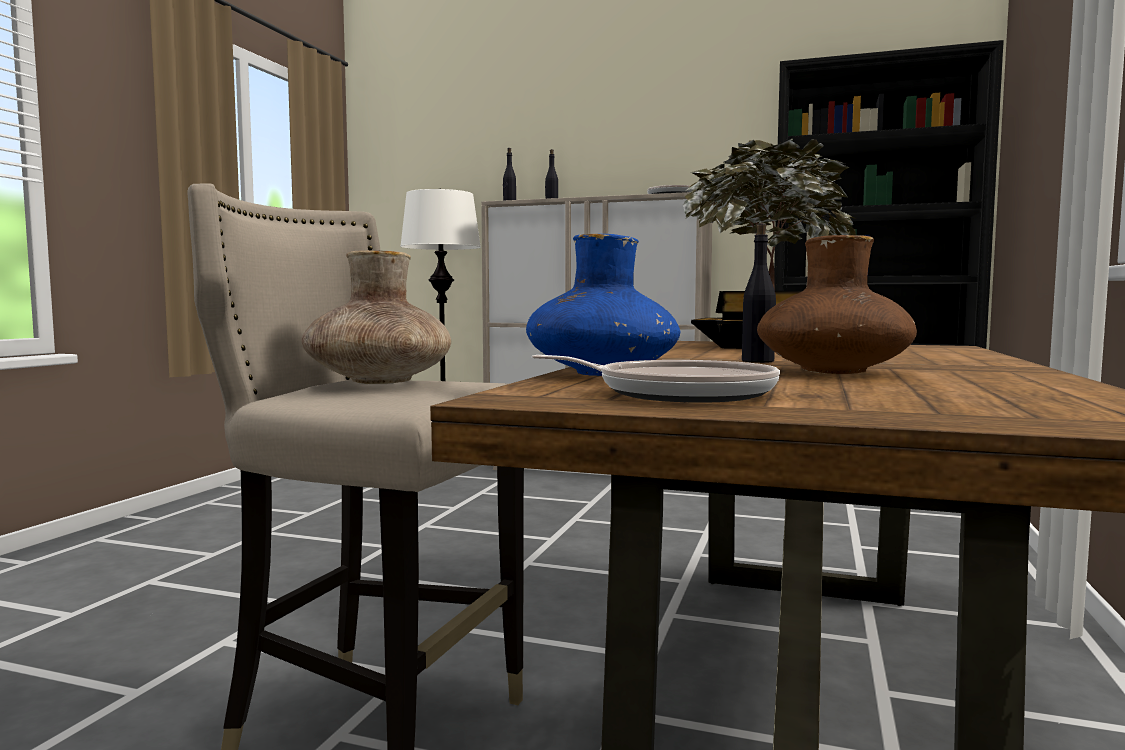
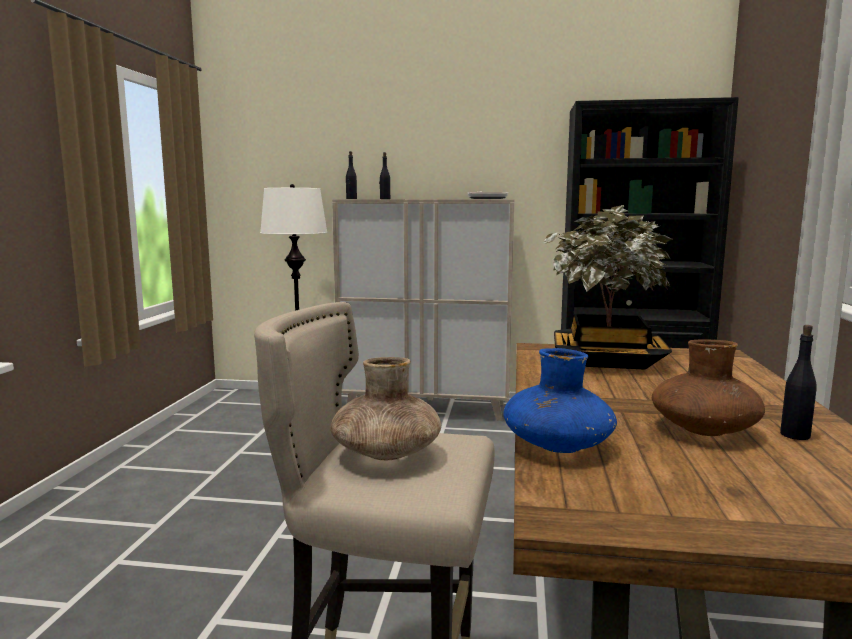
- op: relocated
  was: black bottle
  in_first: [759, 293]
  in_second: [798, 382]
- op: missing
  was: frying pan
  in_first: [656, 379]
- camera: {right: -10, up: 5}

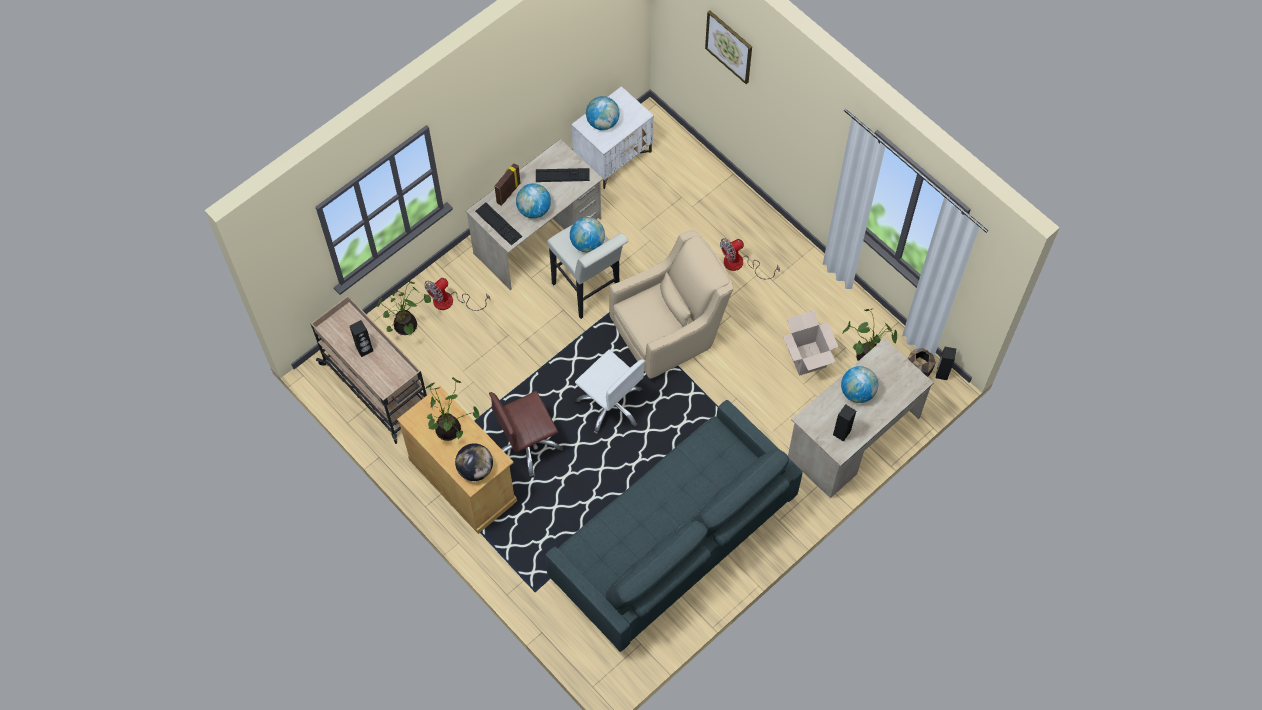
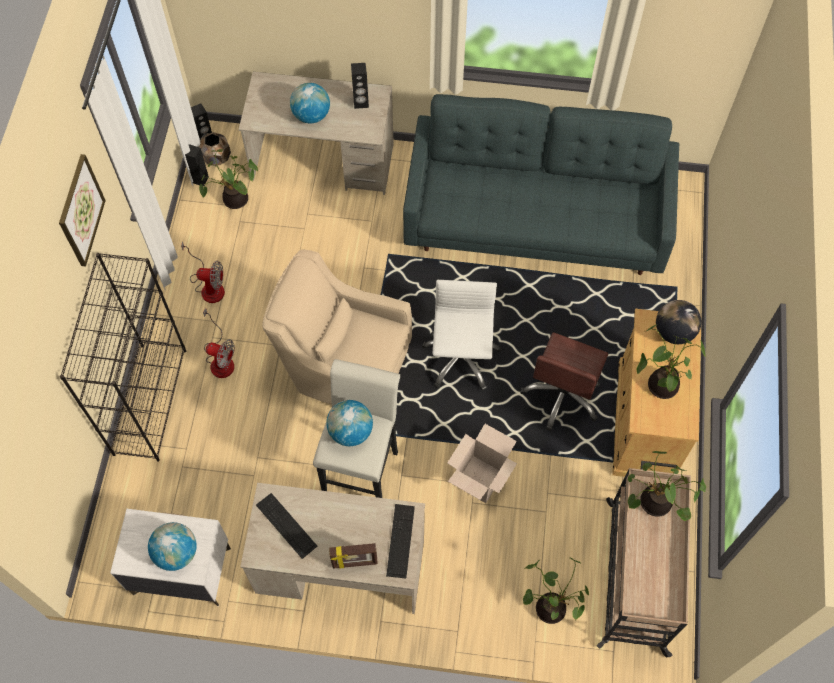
- op: relocated
  was: picture
  in_first: [728, 47]
  in_second: [82, 210]
- op: missing
  was: globe
  in_first: [533, 201]
- op: relocated
  was: fan
  in_first: [457, 294]
  in_second: [203, 272]
- op: relocated
  was: cardboard box
  in_first: [811, 343]
  in_second: [482, 463]
- op: relocated
  was: black speaker
  in_first: [361, 338]
  in_second: [197, 165]
- op: spun
  was: brown office chair
  in_first: [526, 434]
  in_second: [564, 381]
  clockwise: 90
- op: appeared
  now: black bookcase
  in_second: [123, 357]
- op: appeared
  now: potted plant
  in_second: [667, 486]
- camera: {right: -130, up: 0}

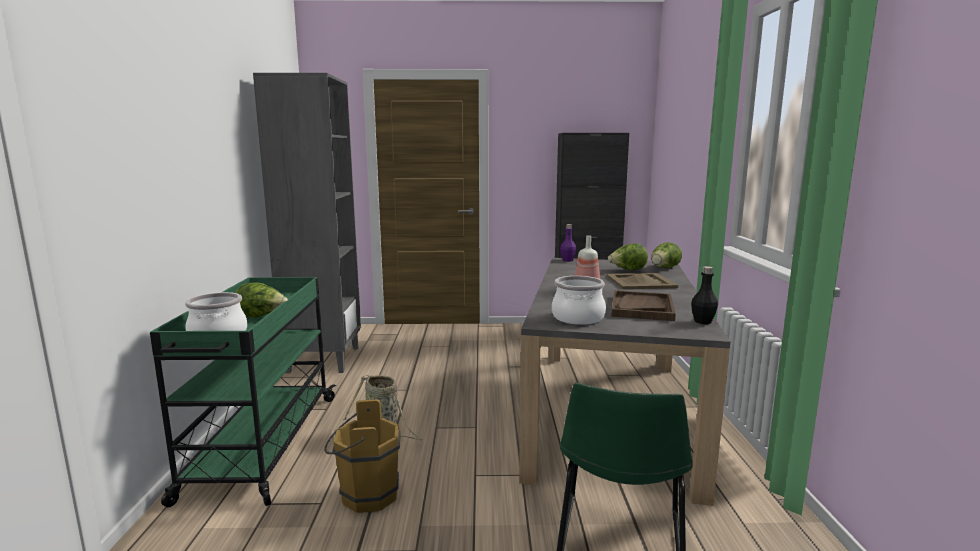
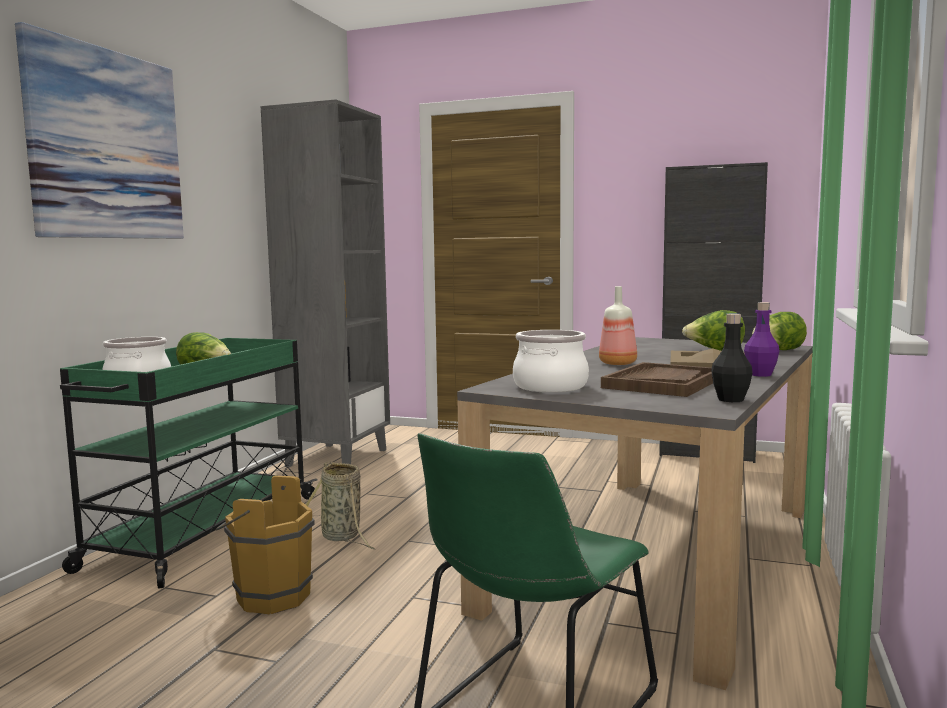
- op: relocated
  was: purple bottle
  in_first: [568, 243]
  in_second: [761, 339]
- op: appeared
  now: picture
  in_second: [99, 130]
- camera: {right: 20, up: -5}

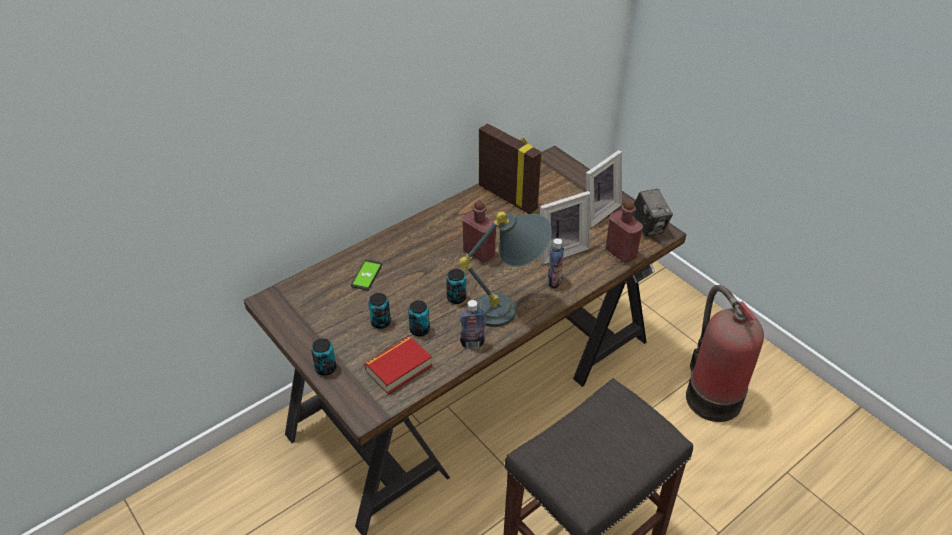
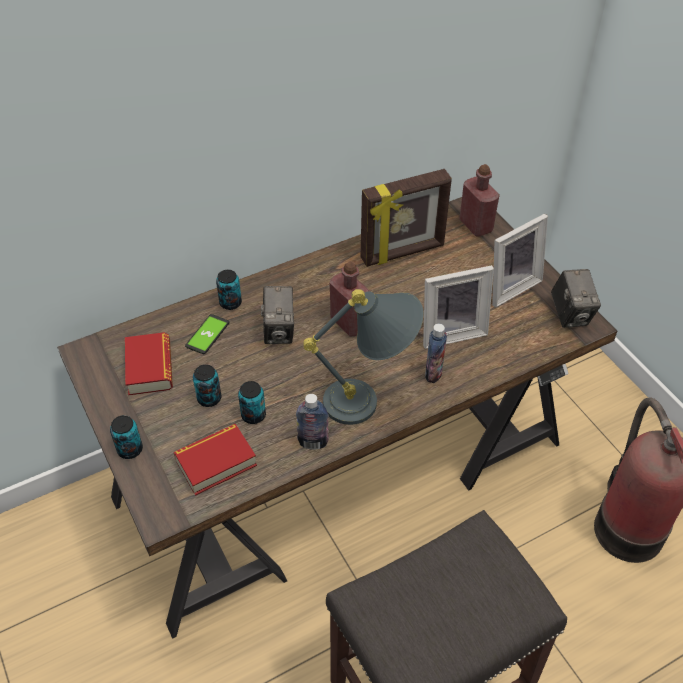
- op: spun
  was: picture frame
  in_first: [511, 168]
  in_second: [406, 218]
  clockwise: 105
- op: relocated
  was: red bottle
  in_first: [624, 231]
  in_second: [479, 200]
- op: relocated
  was: can
  in_first: [456, 286]
  in_second: [229, 290]
- op: appeared
  now: photo camera
  in_second: [277, 315]
- op: appeared
  now: book
  in_second: [149, 363]
- camera: {right: 10, up: 5}

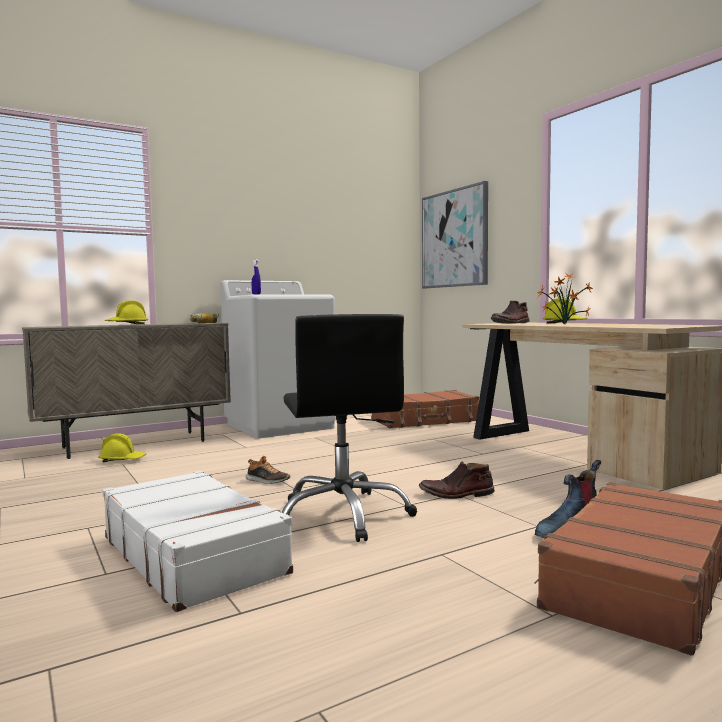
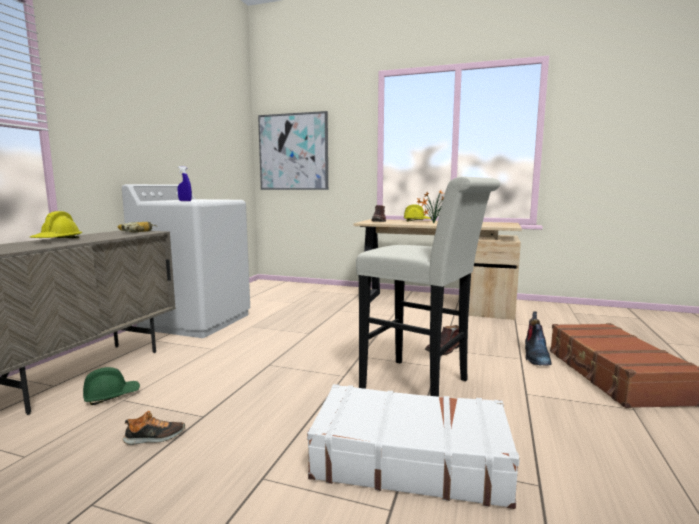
- op: exchanged
  was: black office chair
  now: white stool
  in_first: [349, 428]
  in_second: [428, 286]
- op: missing
  was: brown suitcase
  in_first: [425, 409]
- op: colour
  was: yellow hard hat
  now: green hard hat
  in_first: [122, 447]
  in_second: [111, 386]
- op: relocated
  was: shoe
  in_first: [268, 470]
  in_second: [154, 428]
- camera: {right: -40, up: 5}

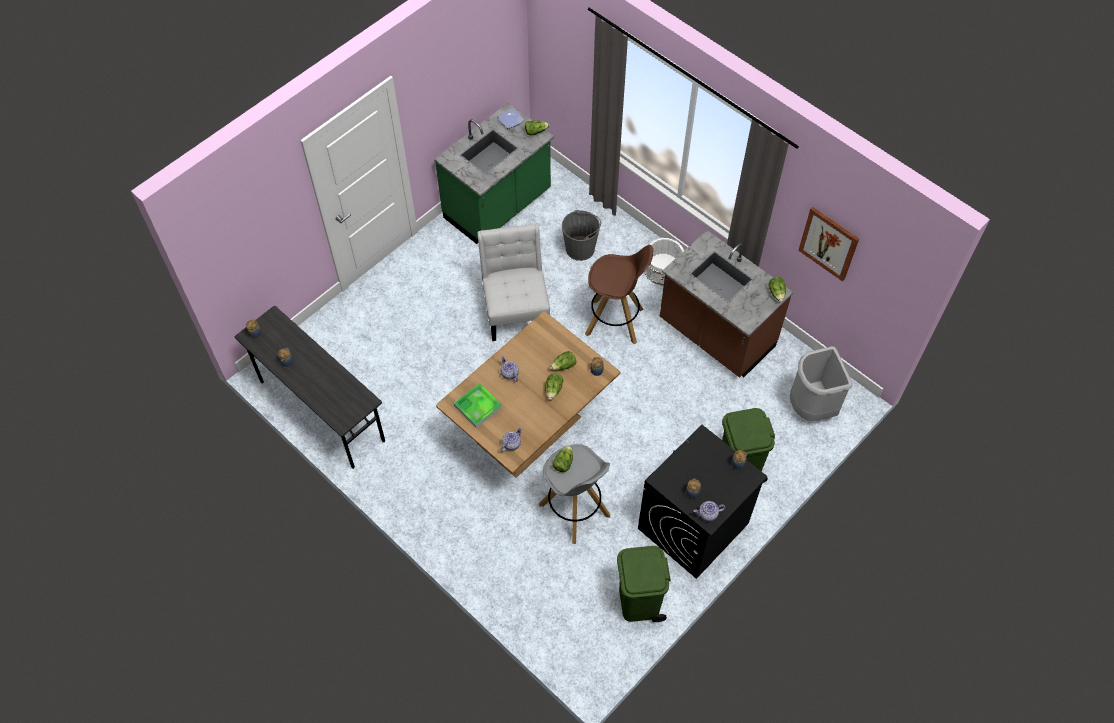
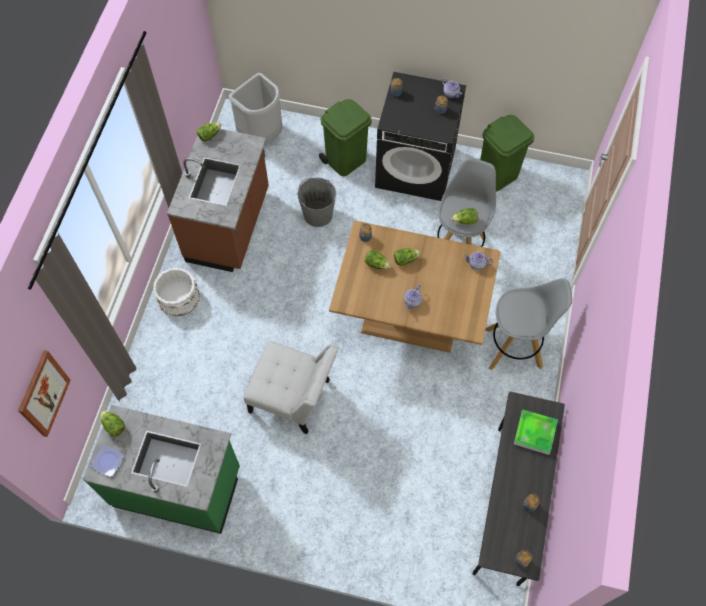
- op: relocated
  was: picture
  in_first: [829, 244]
  in_second: [44, 393]
- op: relocated
  was: grey bucket
  in_first: [581, 235]
  in_second: [317, 202]
- op: spun
  was: white chair
  in_first: [513, 282]
  in_second: [291, 387]
  clockwise: -120
- op: missing
  was: brown stool
  in_first: [619, 294]
- op: relocated
  was: tray
  in_first: [478, 405]
  in_second: [536, 432]
- op: appeared
  now: grey stool
  in_second: [528, 324]
- camera: {right: -120, up: 5}

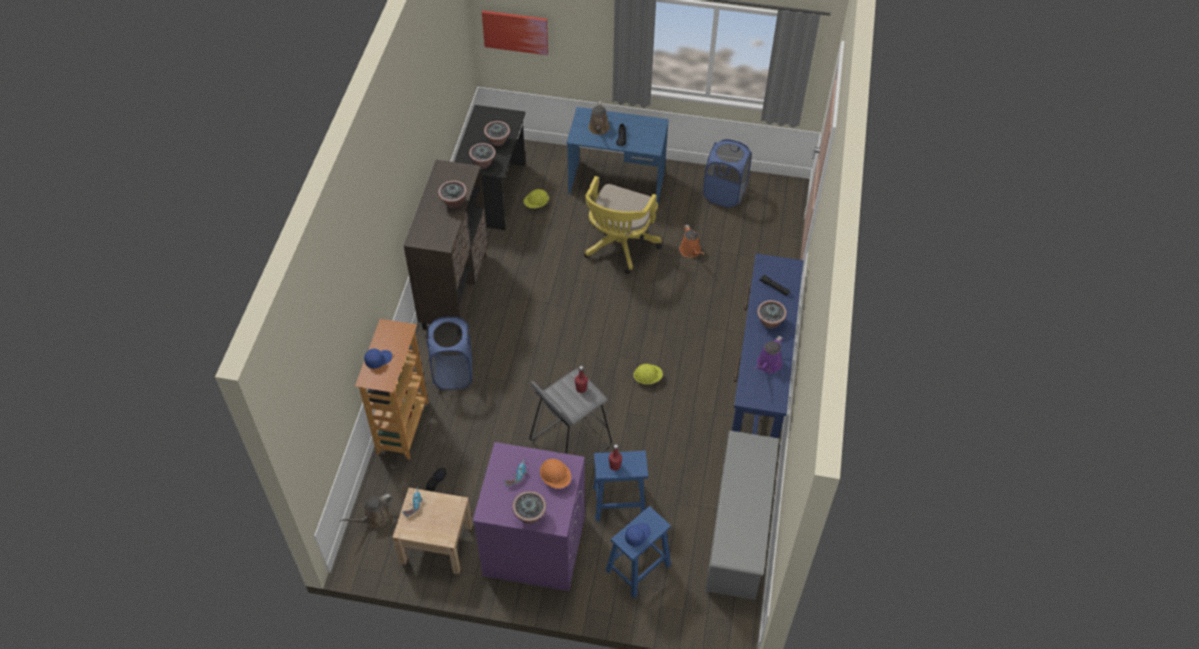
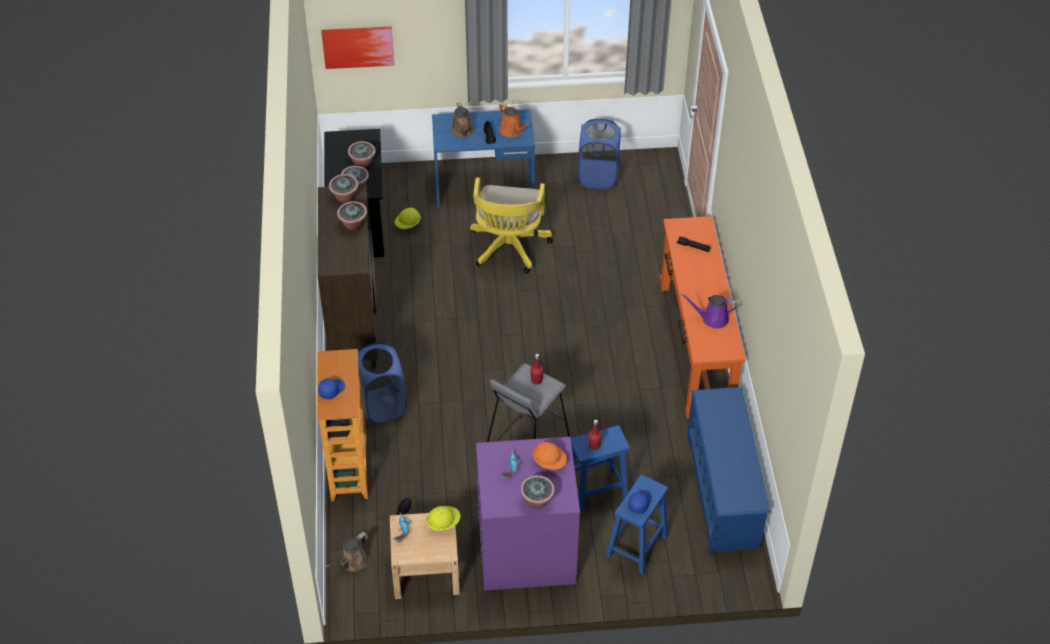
- op: relocated
  was: orange watering can
  in_first: [691, 241]
  in_second: [514, 120]
- op: colour
  was: blue console table
  now: orange console table
  in_first: [767, 346]
  in_second: [703, 317]
- op: relocated
  was: potted plant
  in_first: [772, 314]
  in_second: [344, 188]
- op: spun
  was: purple watering can
  in_first: [768, 354]
  in_second: [709, 311]
  clockwise: 75
- op: relocated
  was: yellow hard hat
  in_first: [648, 374]
  in_second: [443, 518]
- op: colour
  was: grey shoe rack
  now: blue shoe rack
  in_first: [742, 515]
  in_second: [729, 470]
- camera: {right: -15, up: -5}

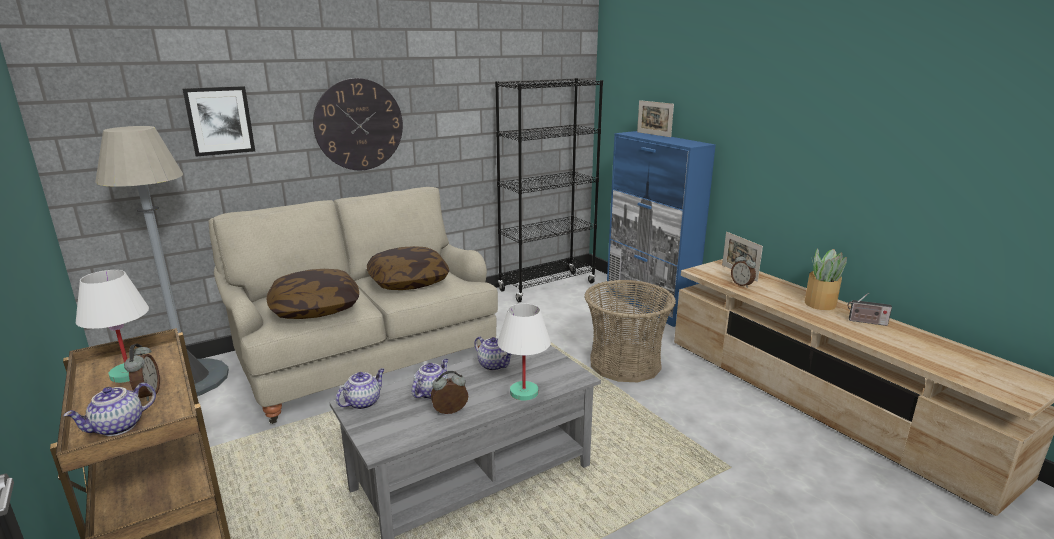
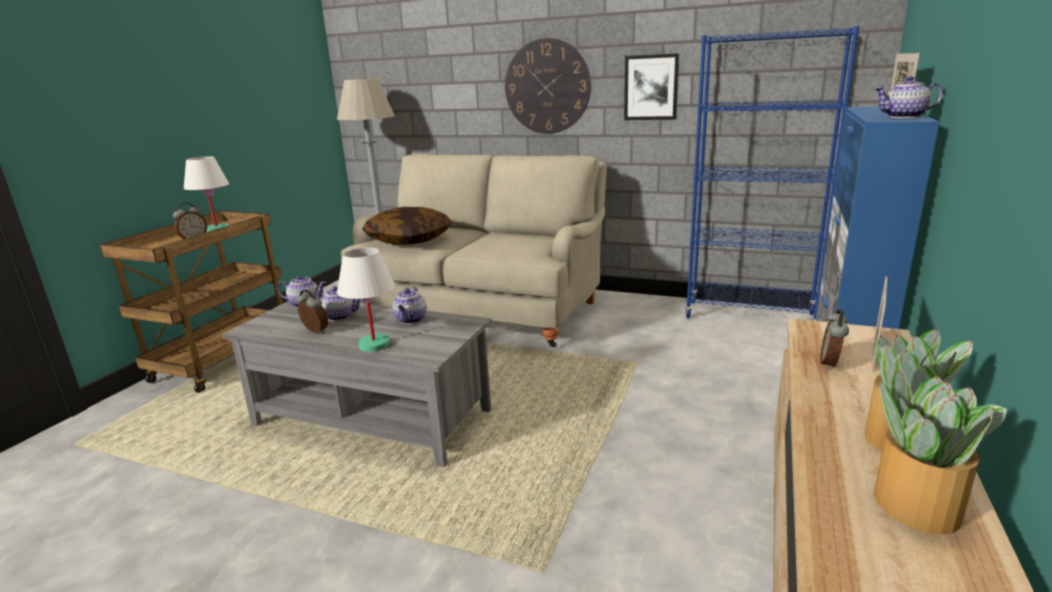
- op: colour
  was: black bookcase
  now: blue bookcase
  in_first: [549, 190]
  in_second: [772, 173]
- op: relocated
  was: picture
  in_first: [218, 121]
  in_second: [652, 86]
- op: missing
  was: pillow
  in_first: [408, 268]
- op: missing
  was: basket
  in_first: [630, 331]
- op: exchanged
  was: radio
  now: potted plant
  in_first: [869, 309]
  in_second: [940, 452]
- op: relocated
  was: teapot
  in_first: [109, 409]
  in_second: [909, 97]
- camera: {right: 55, up: 0}

